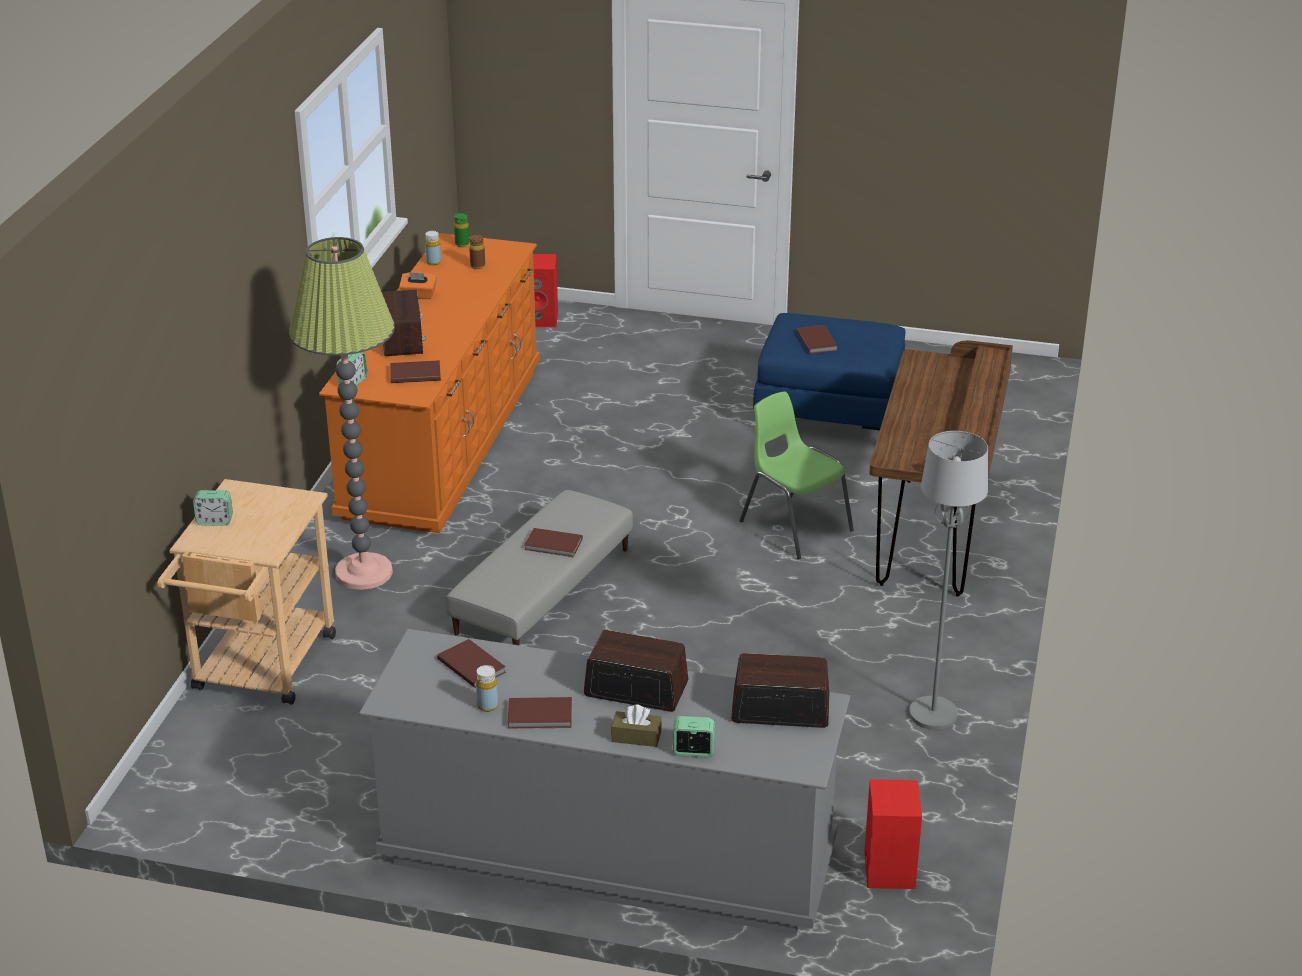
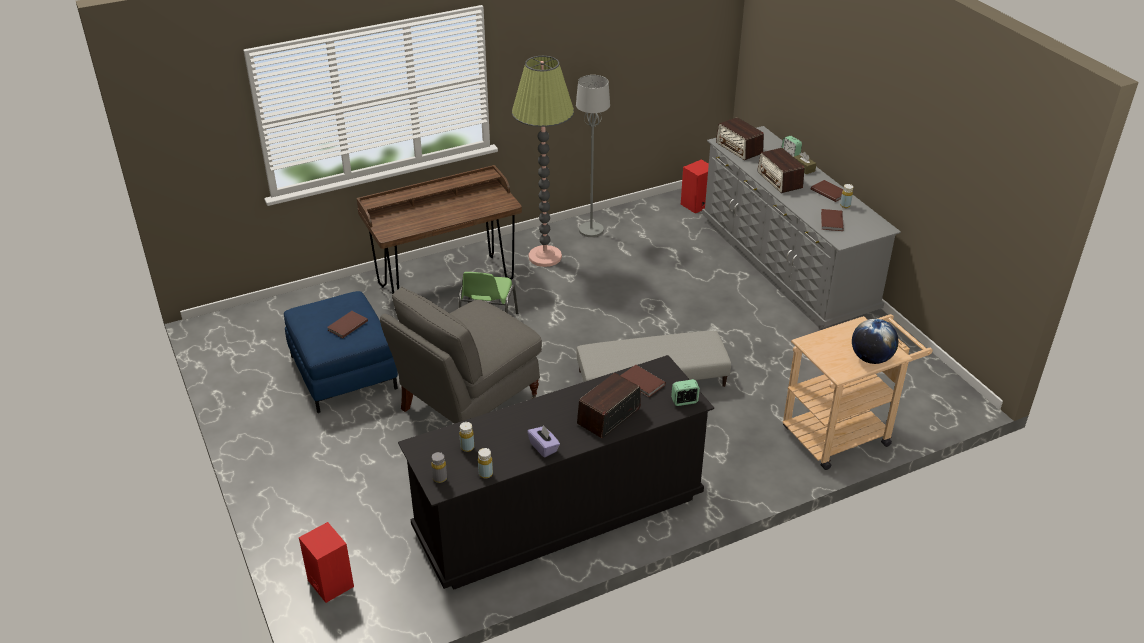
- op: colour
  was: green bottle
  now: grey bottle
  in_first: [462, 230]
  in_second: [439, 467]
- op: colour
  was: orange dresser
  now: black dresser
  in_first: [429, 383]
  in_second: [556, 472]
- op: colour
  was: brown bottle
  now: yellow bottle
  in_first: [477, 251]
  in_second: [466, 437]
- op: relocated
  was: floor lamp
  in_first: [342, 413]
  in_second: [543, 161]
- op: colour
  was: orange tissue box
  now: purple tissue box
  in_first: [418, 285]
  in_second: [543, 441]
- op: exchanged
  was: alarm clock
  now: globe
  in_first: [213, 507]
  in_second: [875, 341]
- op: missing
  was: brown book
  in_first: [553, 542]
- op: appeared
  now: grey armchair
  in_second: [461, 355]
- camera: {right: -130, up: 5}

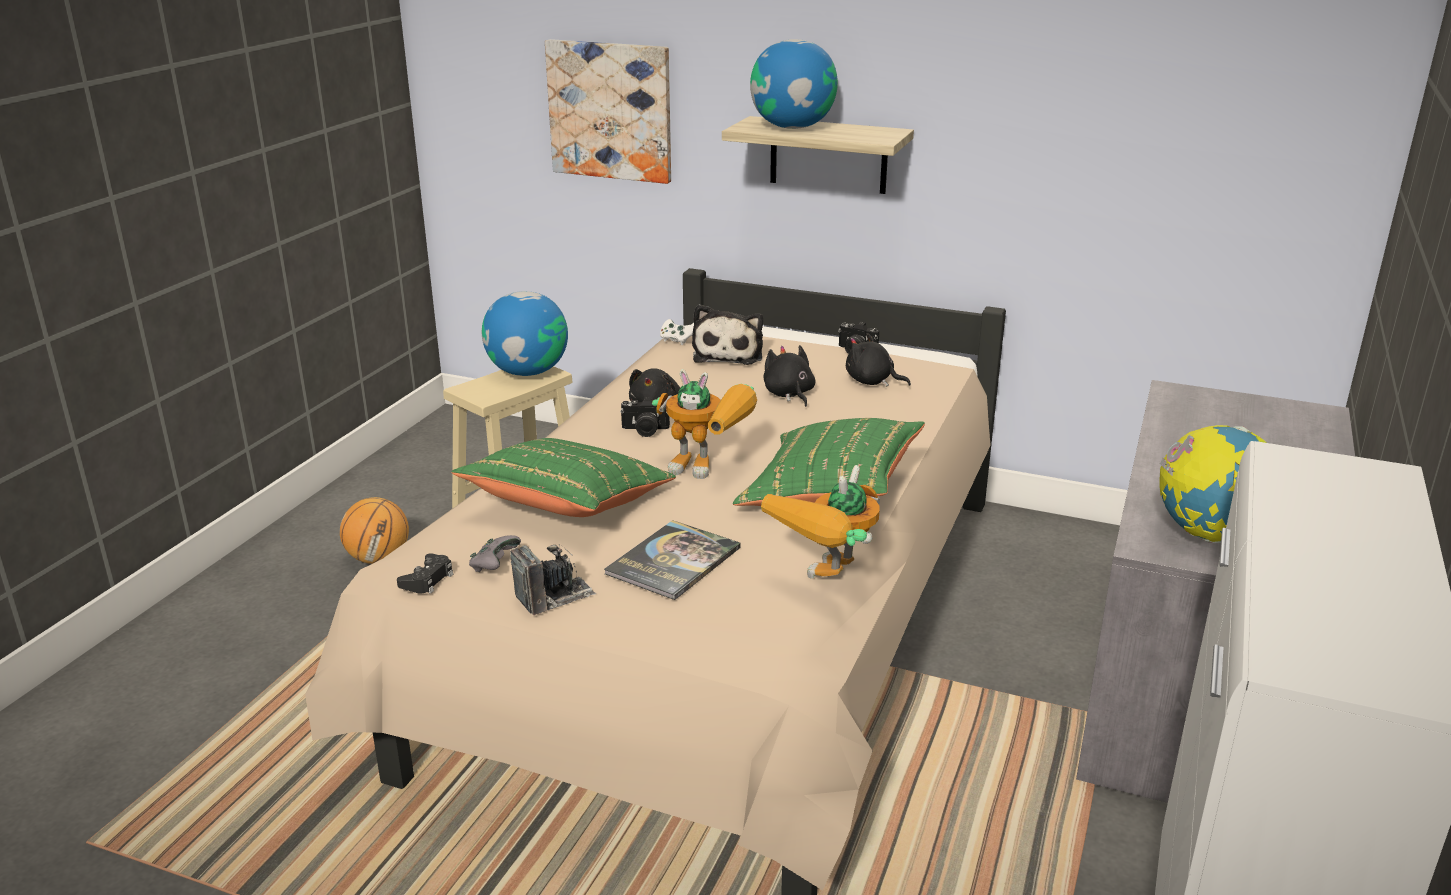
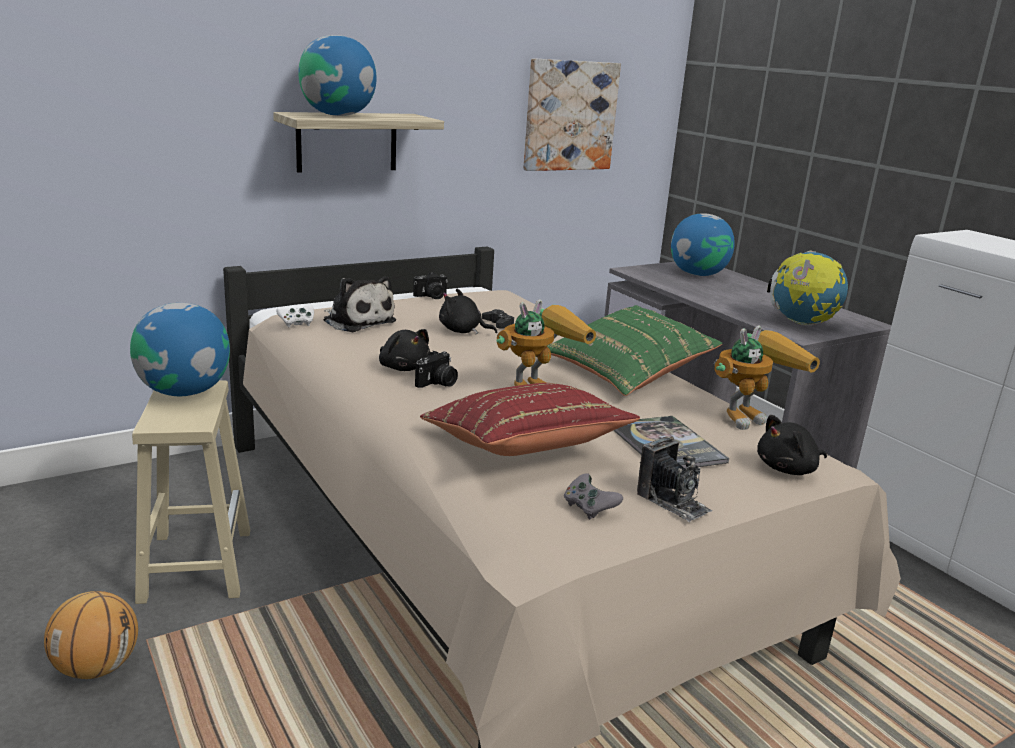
- op: relocated
  was: picture
  in_first: [608, 111]
  in_second: [572, 114]
- op: relocated
  was: black plush toy
  in_first: [878, 360]
  in_second: [792, 445]
- op: colour
  was: green pillow
  now: red pillow
  in_first: [563, 477]
  in_second: [530, 419]
- op: spun
  was: toy robot
  in_first: [820, 522]
  in_second: [767, 378]
  clockwise: -105
- op: spun
  was: photo camera
  in_first: [553, 579]
  in_second: [674, 479]
  clockwise: 135
- op: relocated
  was: black game controller
  in_first: [425, 573]
  in_second: [498, 318]
- op: appeared
  now: globe
  in_second: [703, 244]
- camera: {right: -55, up: -5}

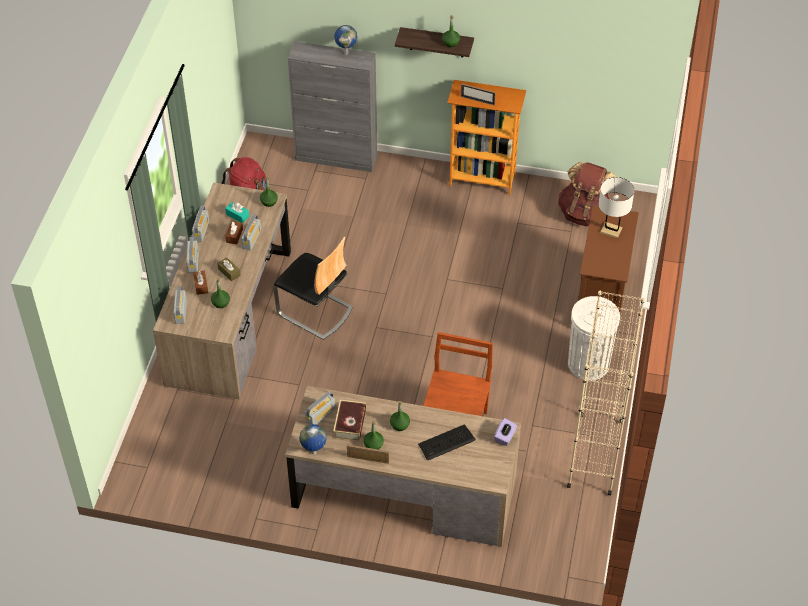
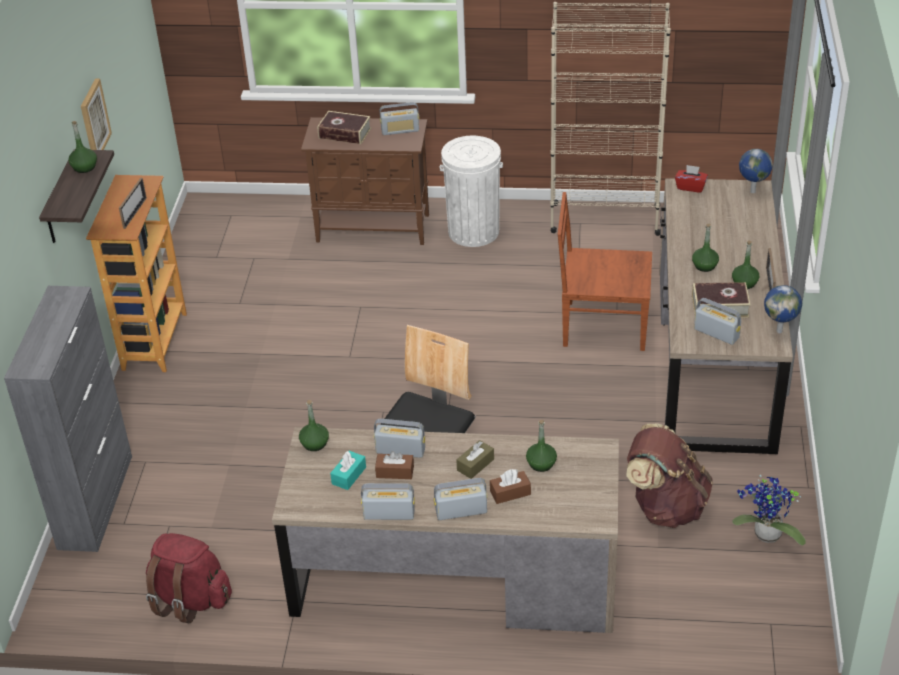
- op: relocated
  was: globe
  in_first: [345, 40]
  in_second: [756, 171]
- op: relocated
  was: brown backpack
  in_first: [587, 194]
  in_second: [669, 476]
- op: exchanged
  was: white table lamp
  now: book
  in_first: [616, 208]
  in_second: [344, 127]
- op: relocated
  was: radio
  in_first: [180, 305]
  in_second: [399, 118]
- op: colour
  was: purple tissue box
  now: red tissue box
  in_first: [505, 432]
  in_second: [691, 179]
- op: missing
  was: keyboard
  in_first: [447, 442]
- op: appeared
  now: picture
  in_second: [96, 114]
- op: appeared
  now: potted plant
  in_second: [769, 510]
- camera: {right: -95, up: -10}

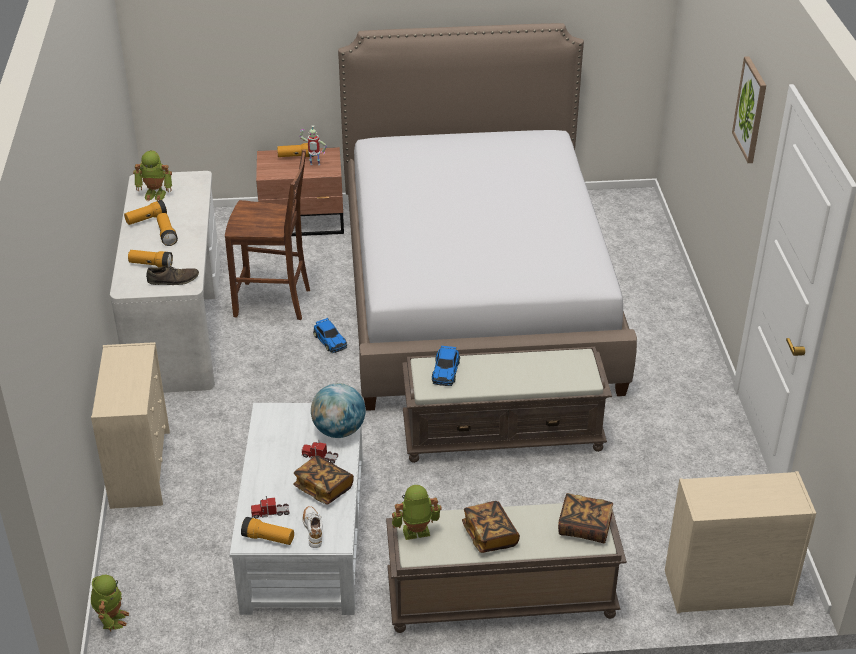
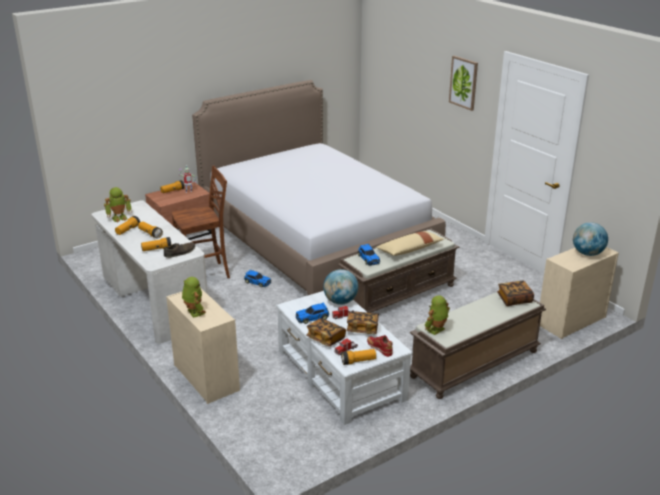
- op: relocated
  was: book
  in_first: [491, 527]
  in_second: [326, 332]
- op: colour
  was: white shoe
  now: red shoe
  in_first: [313, 527]
  in_second: [380, 346]
- op: relocated
  was: toy robot
  in_first: [110, 603]
  in_second: [194, 297]
- op: appeared
  now: globe
  in_second: [590, 239]
- op: appeared
  now: beige pillow
  in_second: [410, 243]
- op: appeared
  now: toy car
  in_second: [312, 313]
- camera: {right: -30, up: -10}

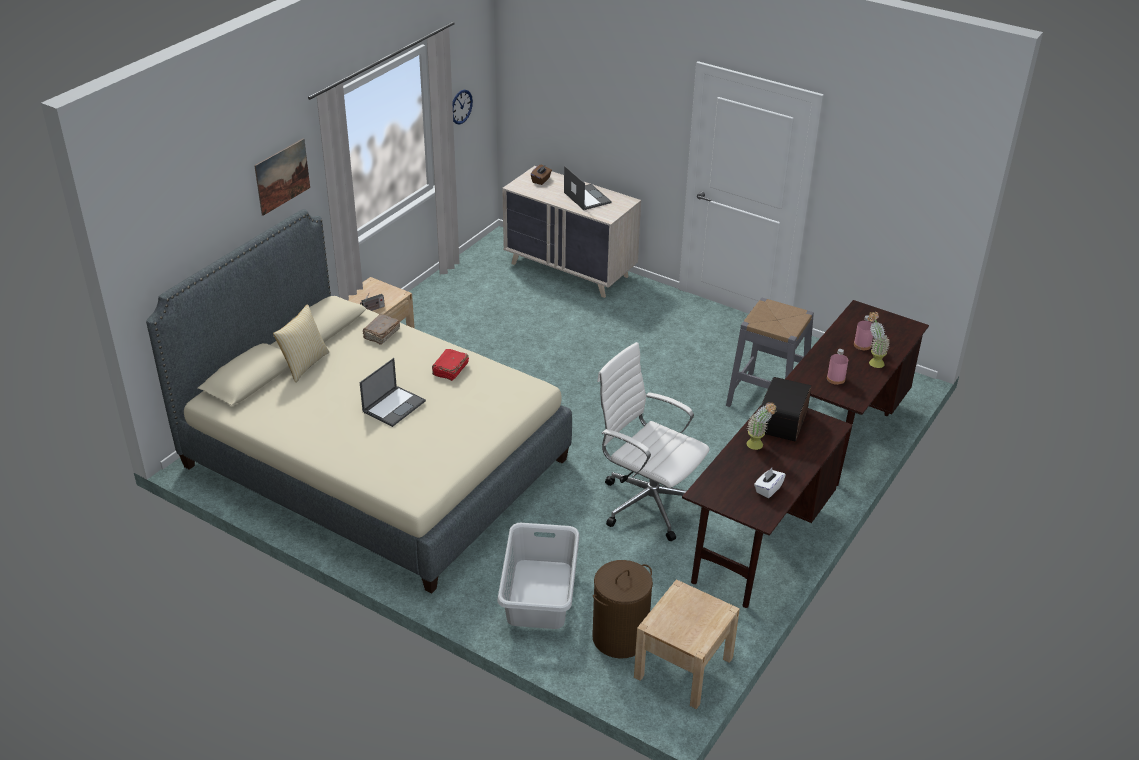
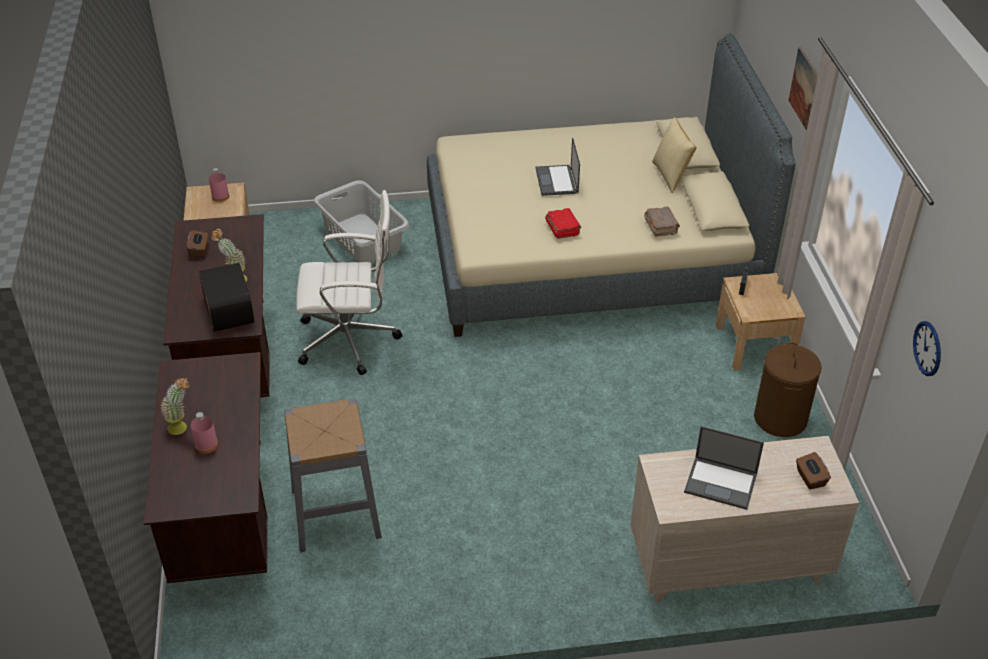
- op: relocated
  was: pink bottle
  in_first: [837, 367]
  in_second: [219, 185]
- op: colour
  was: white tissue box
  now: brown tissue box
  in_first: [770, 483]
  in_second: [197, 243]
- op: relocated
  was: brown laundry basket
  in_first: [622, 609]
  in_second: [788, 389]
- camera: {right: 140, up: 5}

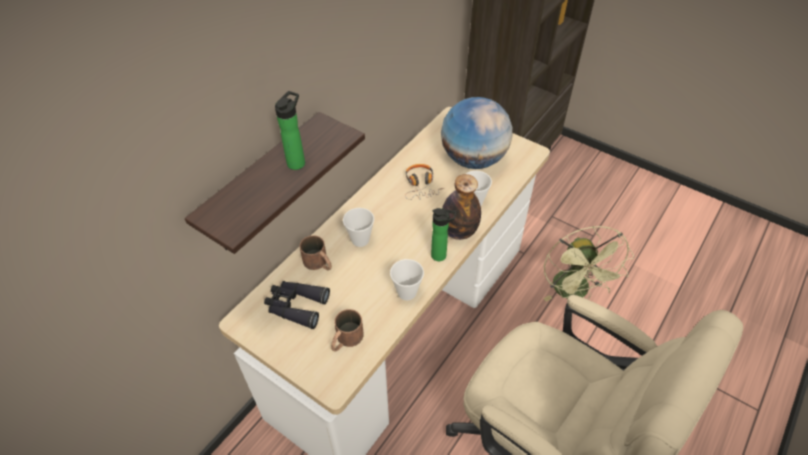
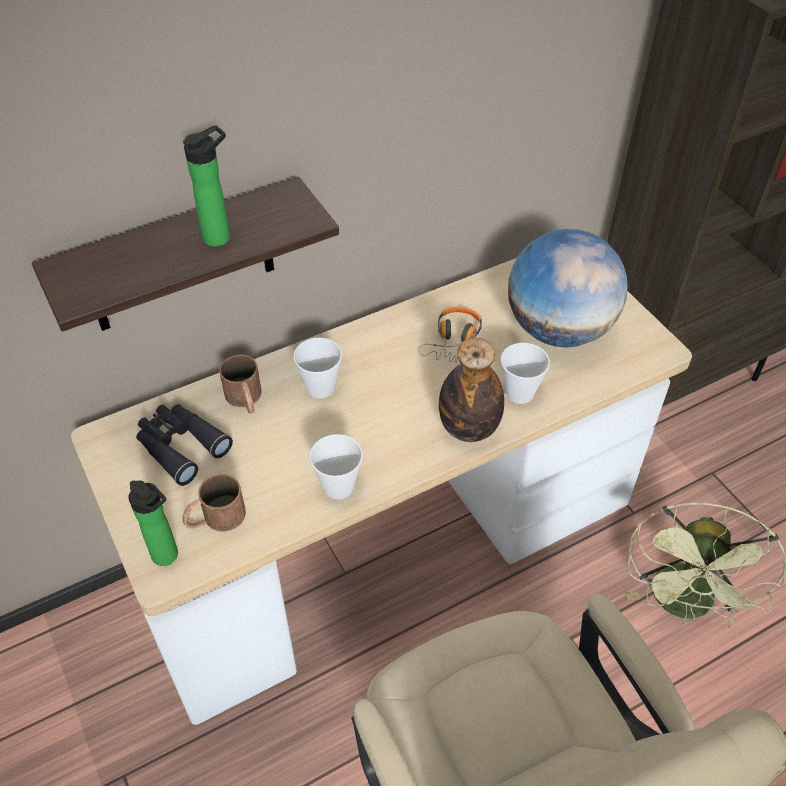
- op: relocated
  was: bottle
  in_first: [443, 234]
  in_second: [153, 523]
- camera: {right: 25, up: 0}

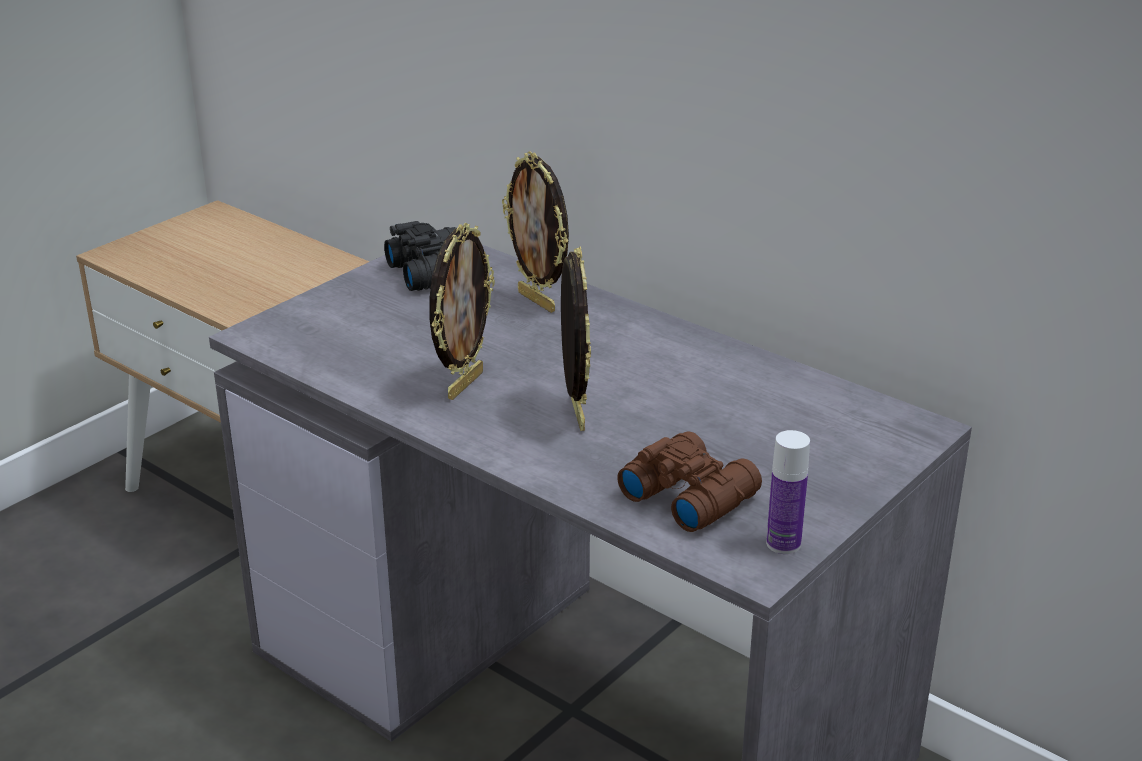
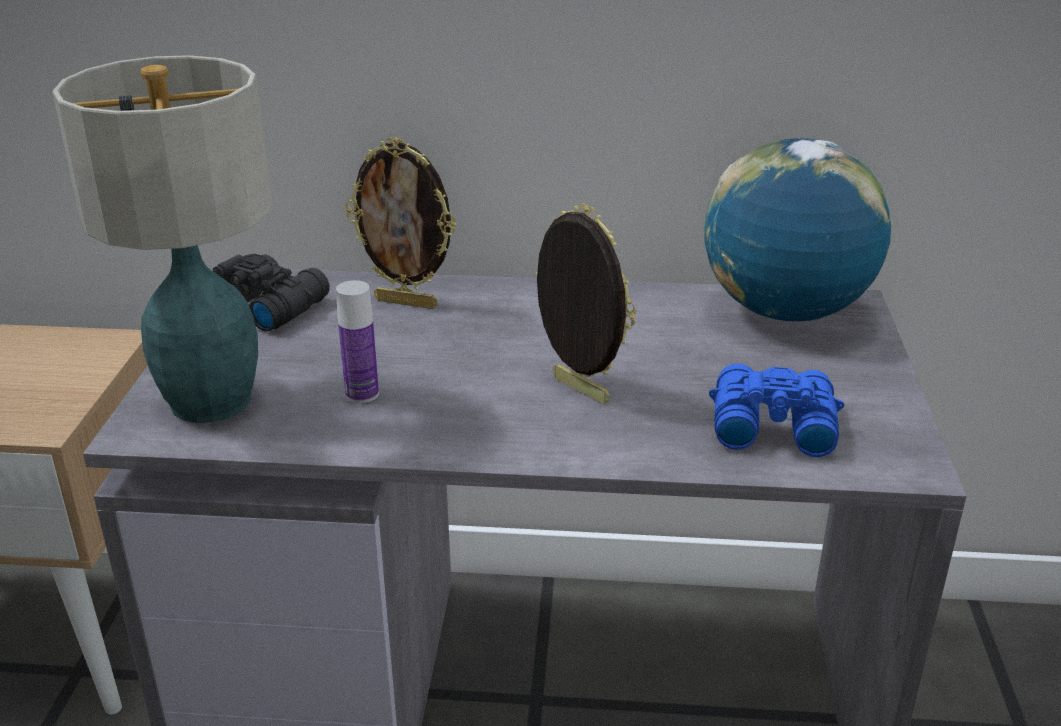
- op: missing
  was: picture frame
  in_first: [462, 311]
- op: relocated
  was: bottle
  in_first: [788, 492]
  in_second: [357, 342]
- op: colour
  was: brown binoculars
  now: blue binoculars
  in_first: [689, 482]
  in_second: [776, 410]
- op: appeared
  now: table lamp
  in_second: [162, 239]
- op: appeared
  now: globe
  in_second: [797, 229]
- camera: {right: -35, up: 0}

